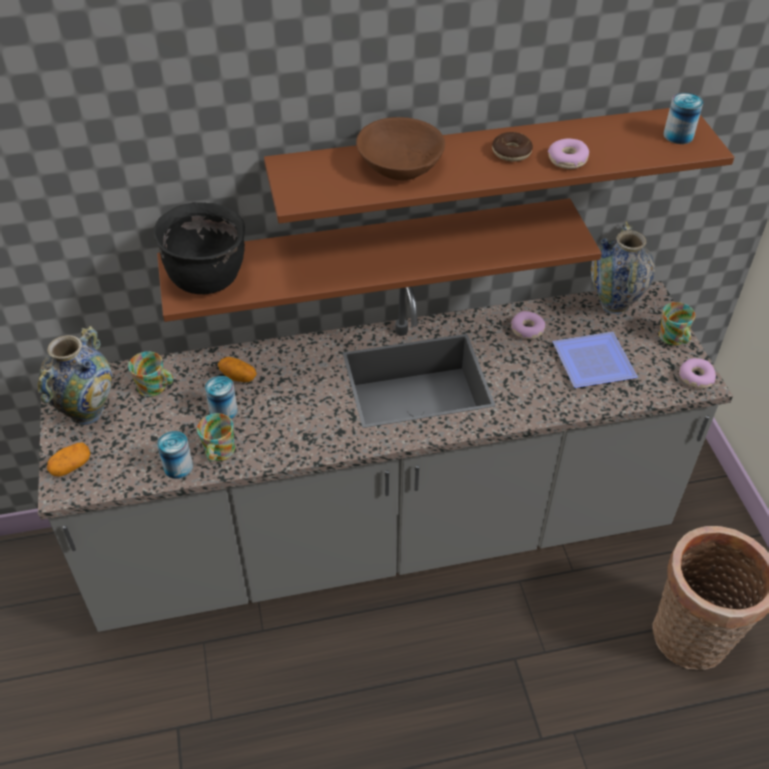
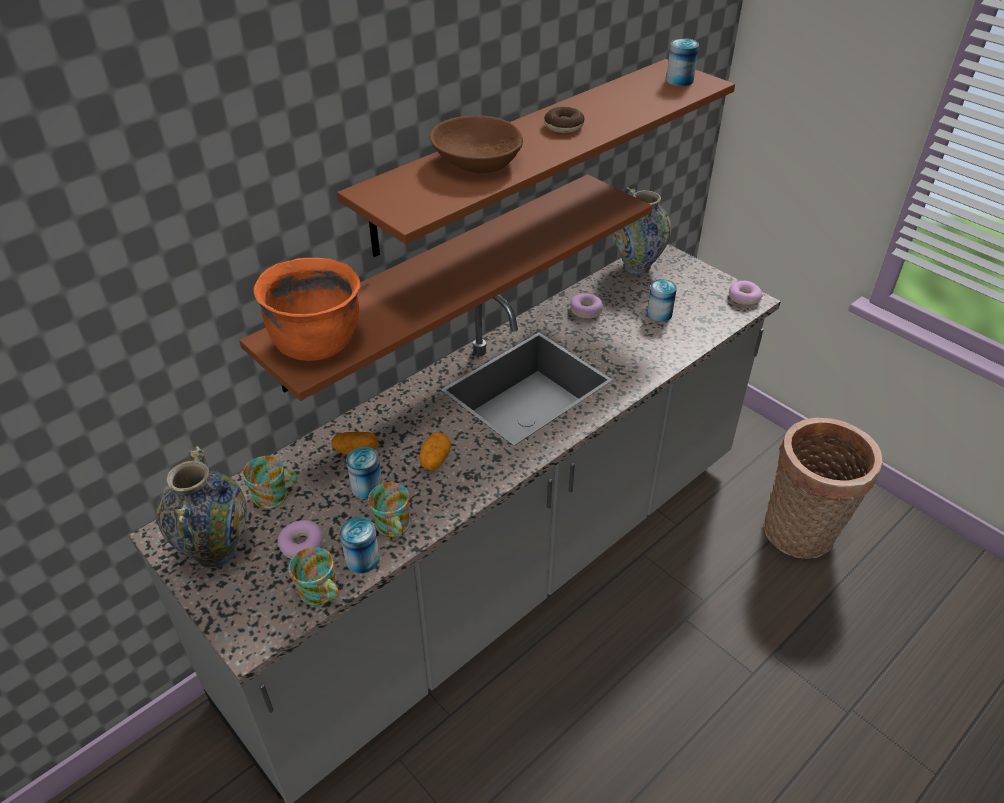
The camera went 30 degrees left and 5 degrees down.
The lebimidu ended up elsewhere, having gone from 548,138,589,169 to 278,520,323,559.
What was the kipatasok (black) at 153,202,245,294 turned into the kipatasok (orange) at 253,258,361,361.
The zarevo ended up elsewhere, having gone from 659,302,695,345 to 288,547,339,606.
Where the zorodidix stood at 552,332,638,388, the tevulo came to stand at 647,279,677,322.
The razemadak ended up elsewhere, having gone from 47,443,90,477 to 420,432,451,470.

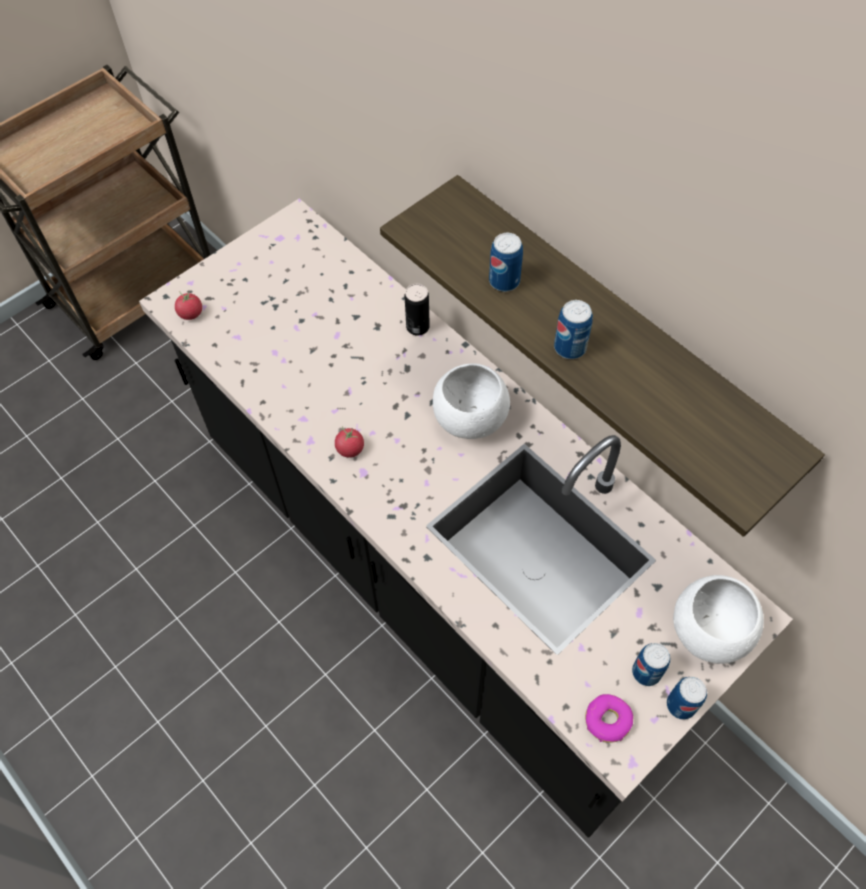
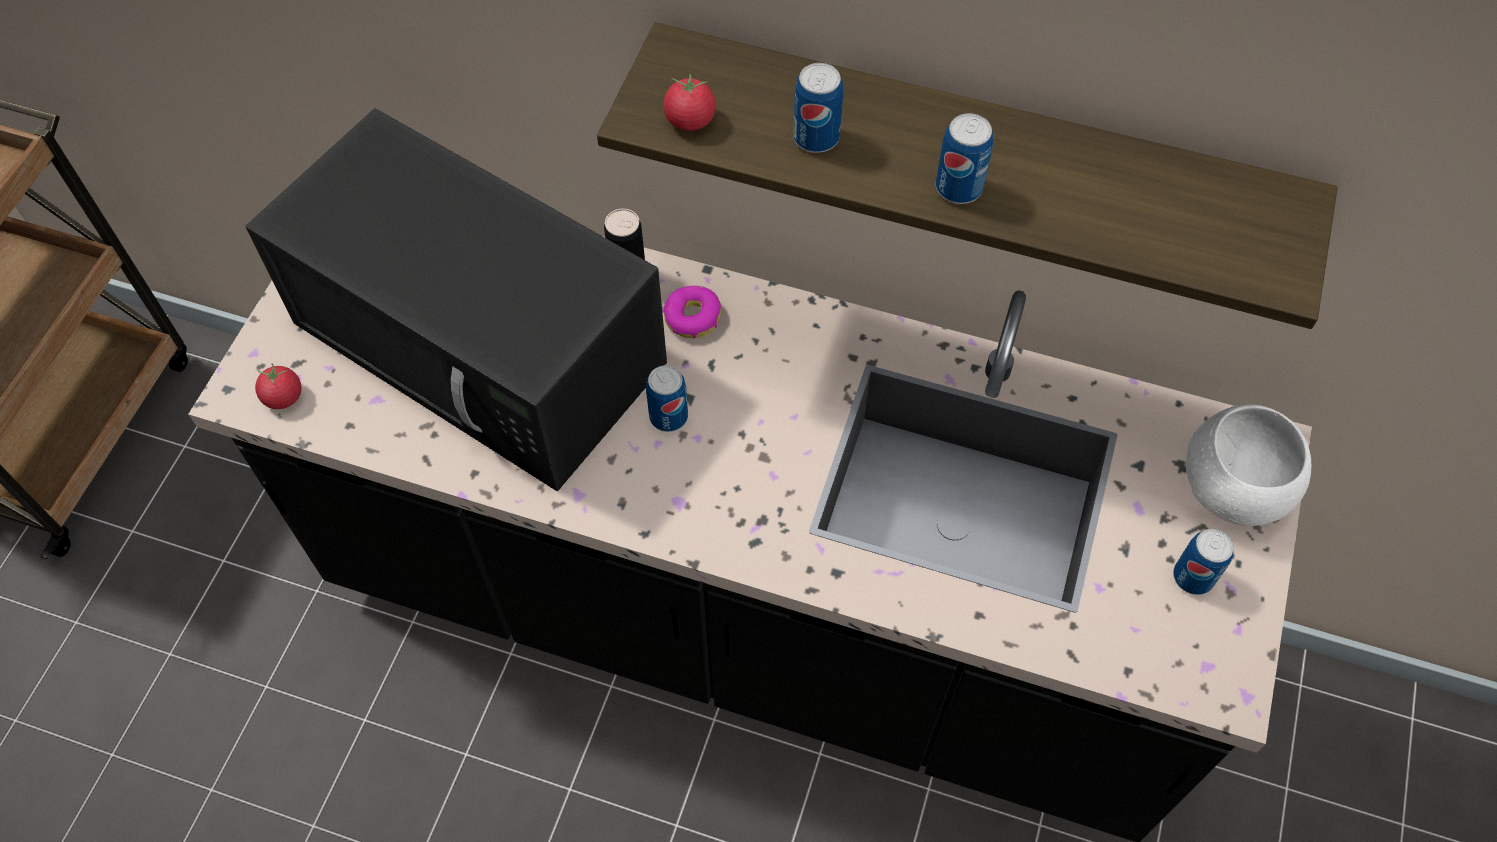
The camera went 30 degrees left and 0 degrees up.
The second view lost the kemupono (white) at 433,364,510,439.
The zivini ended up elsewhere, having gone from 335,426,364,458 to 663,71,716,131.
The tevulo ended up elsewhere, having gone from 667,677,707,720 to 646,365,688,432.
The lebimidu ended up elsewhere, having gone from 585,694,634,743 to 664,286,721,339.
The second view gained the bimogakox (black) at 245,108,667,491.

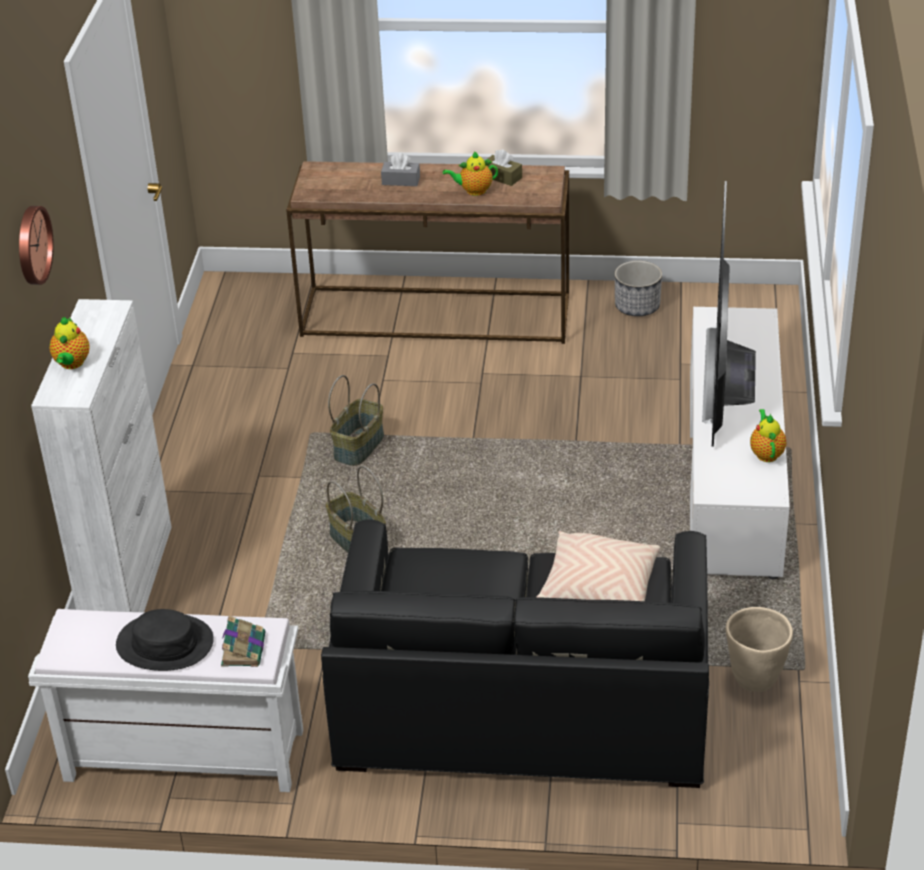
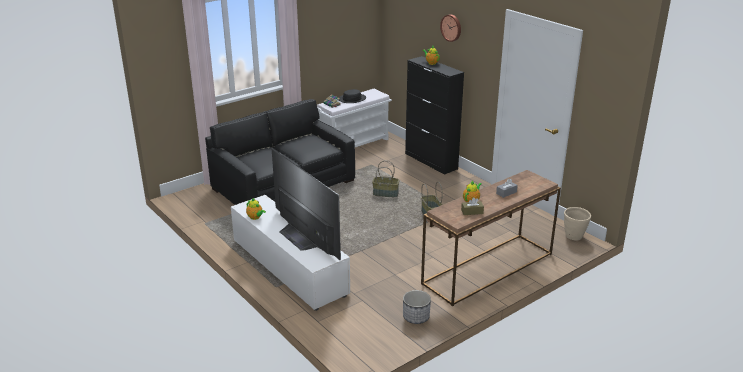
The camera went 135 degrees right and 10 degrees down.
What was the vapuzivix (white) at 31,299,172,612 turned into the vapuzivix (black) at 405,56,464,175.
The second view lost the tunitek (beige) at 537,531,660,601.
The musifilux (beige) ended up elsewhere, having gone from 726,607,793,692 to 564,207,591,241.

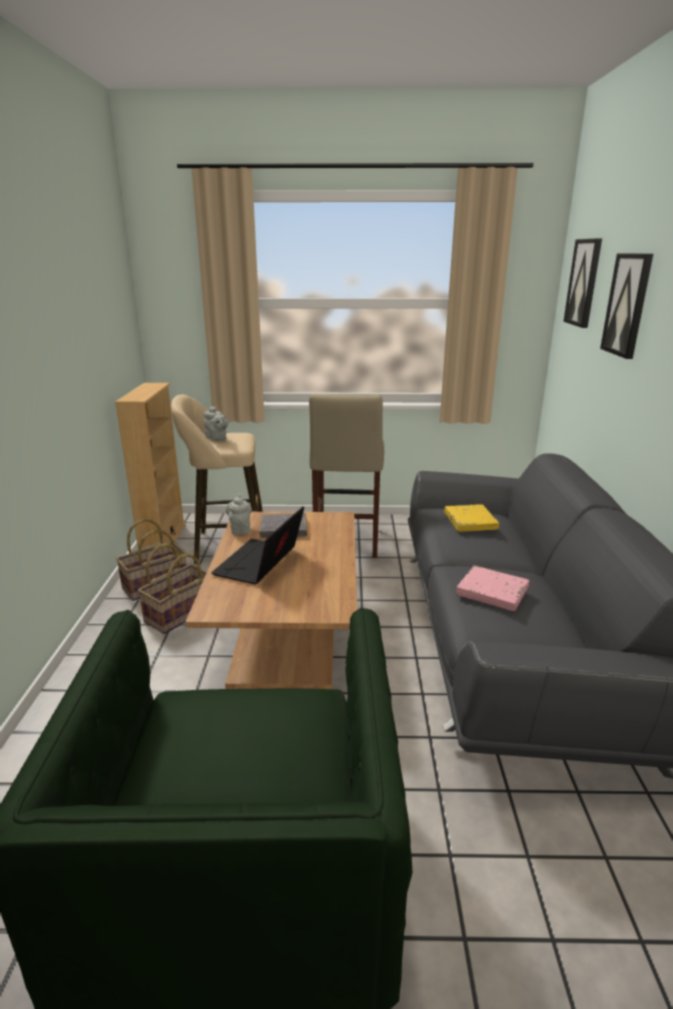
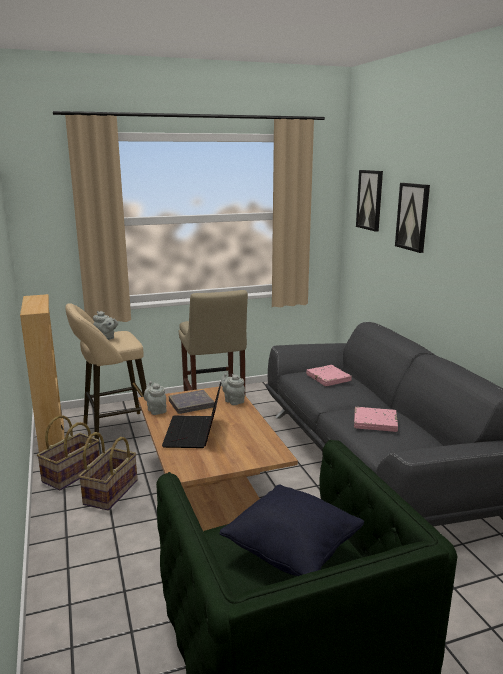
The camera went 20 degrees left and 5 degrees down.
What was the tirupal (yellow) at 444,504,499,532 turned into the tirupal (pink) at 306,365,352,386.
The second view gained the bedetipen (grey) at 221,373,245,405.
The second view gained the tunitek (black) at 219,484,364,576.

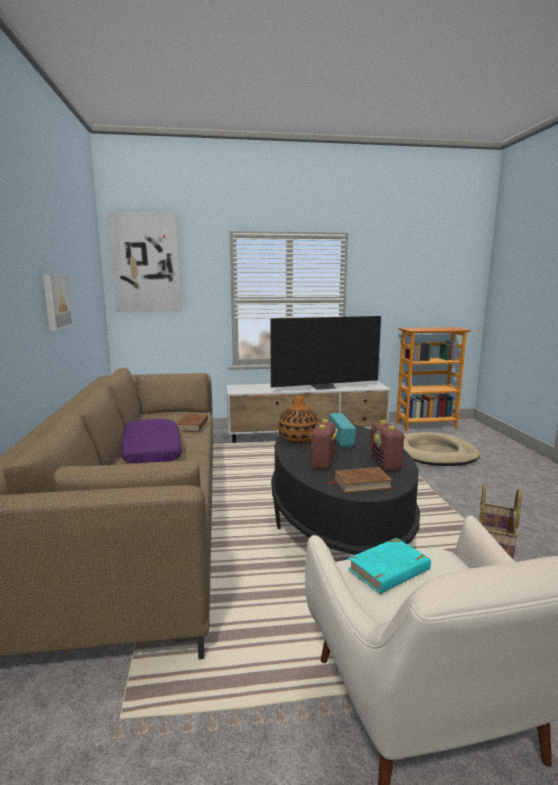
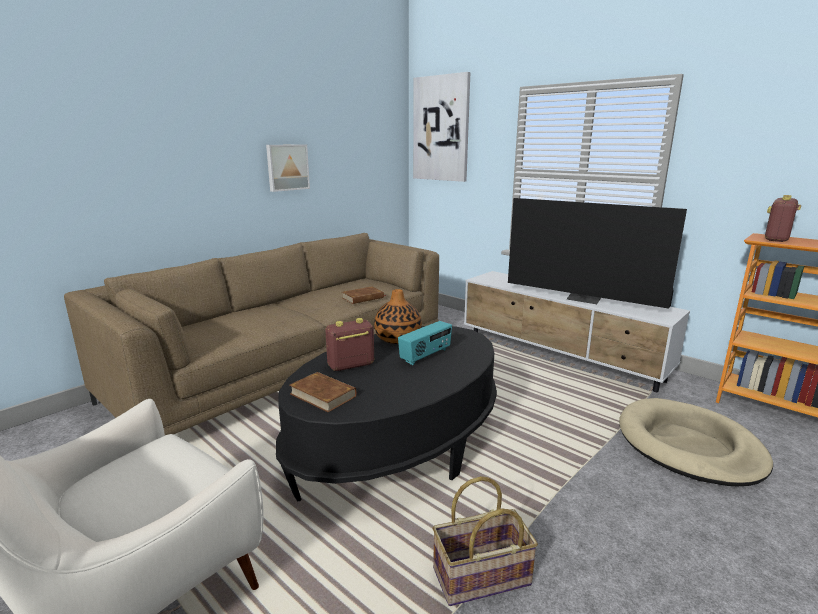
The camera went 50 degrees right and 5 degrees up.
The second view lost the tunitek (purple) at 121,419,182,463.
The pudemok ended up elsewhere, having gone from 370,420,406,471 to 765,195,801,242.
The second view lost the tirupal (turquoise) at 348,538,431,594.

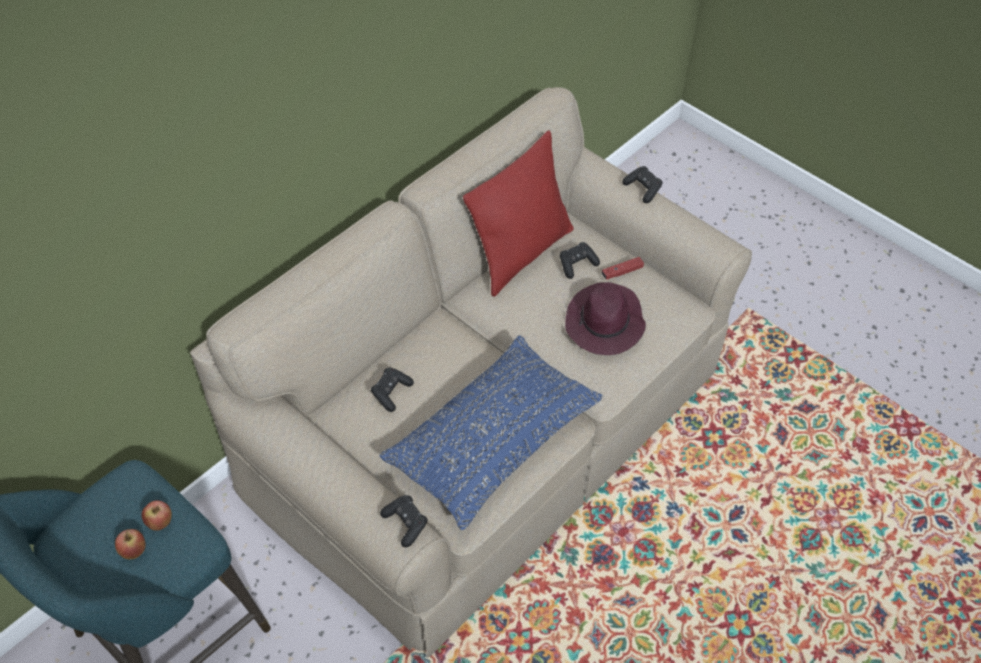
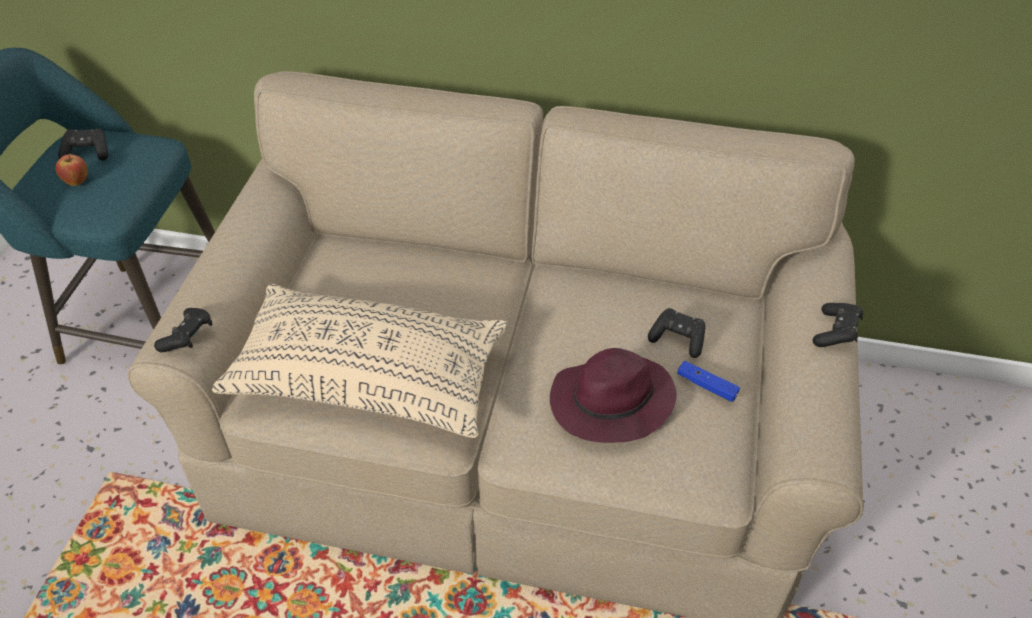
The camera went 60 degrees right and 5 degrees down.
The second view lost the tunitek (red) at 463,130,574,297.
What was the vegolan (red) at 602,257,644,280 turned into the vegolan (blue) at 677,361,740,402.
What was the tunitek (blue) at 380,336,602,530 turned into the tunitek (beige) at 212,284,508,438.
The vegolan (black) ended up elsewhere, having gone from 371,368,414,412 to 58,128,108,161.
The second view lost the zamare at 141,500,172,531.

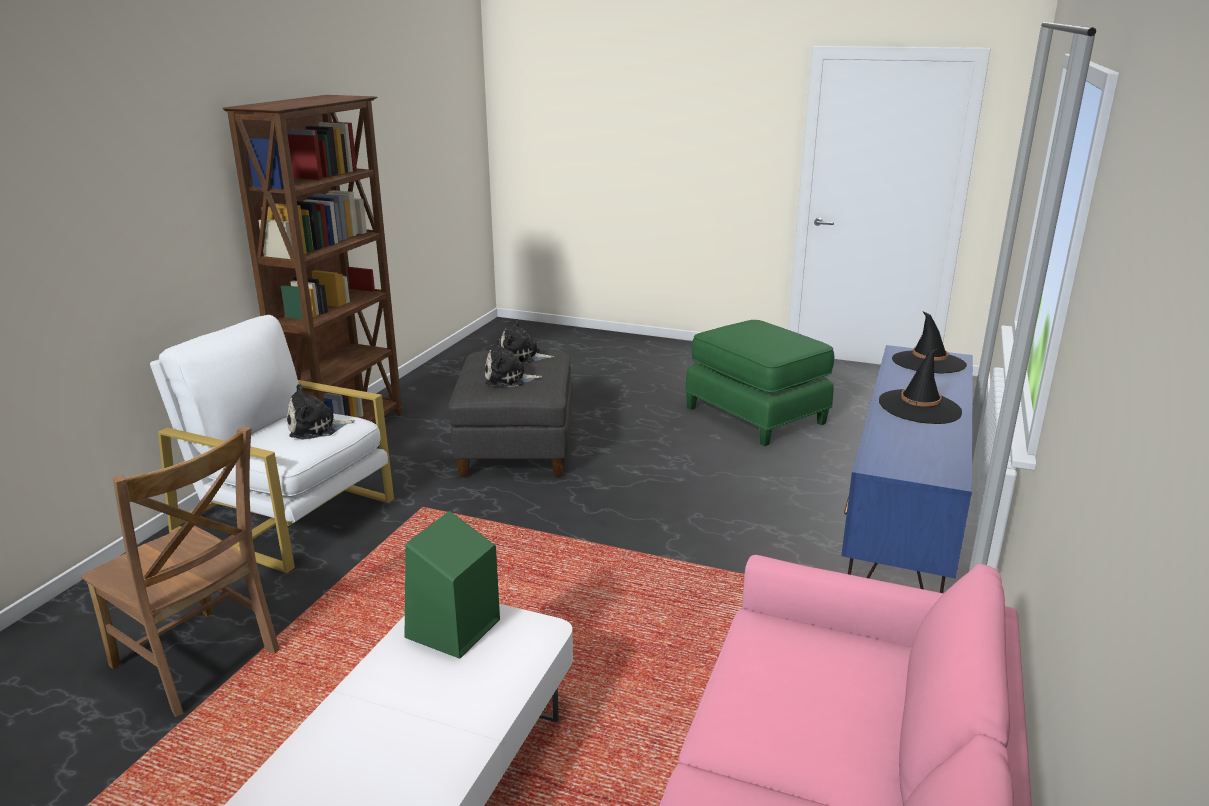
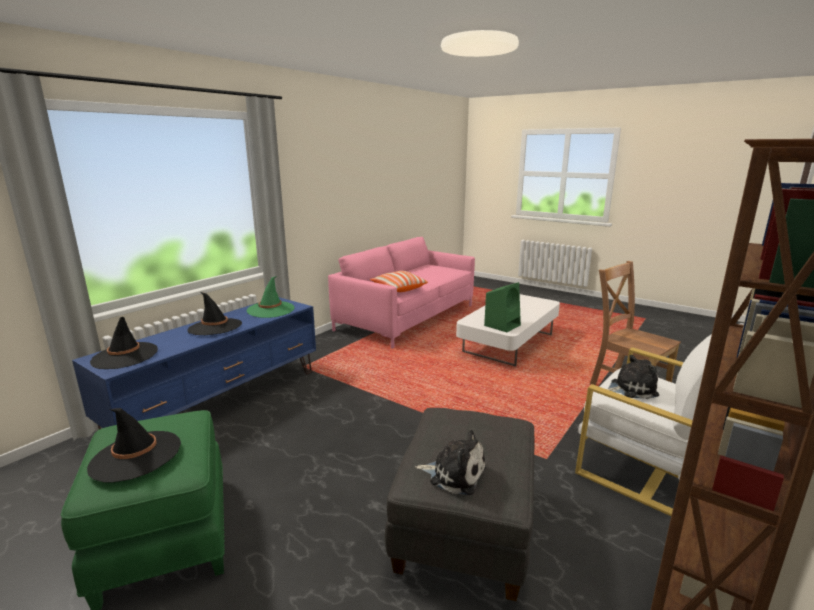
The camera went 165 degrees left and 5 degrees down.
The second view lost the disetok at 485,339,543,387.
The second view gained the tunitek at 370,271,428,292.
The second view gained the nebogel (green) at 247,276,295,318.
The second view gained the nebogel (black) at 87,408,181,483.

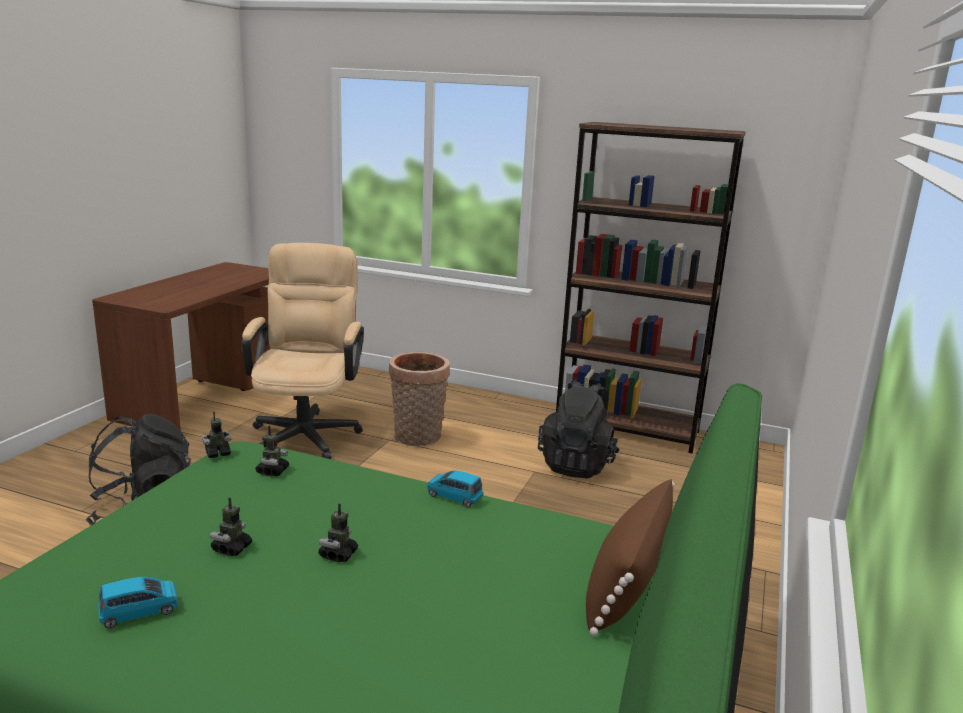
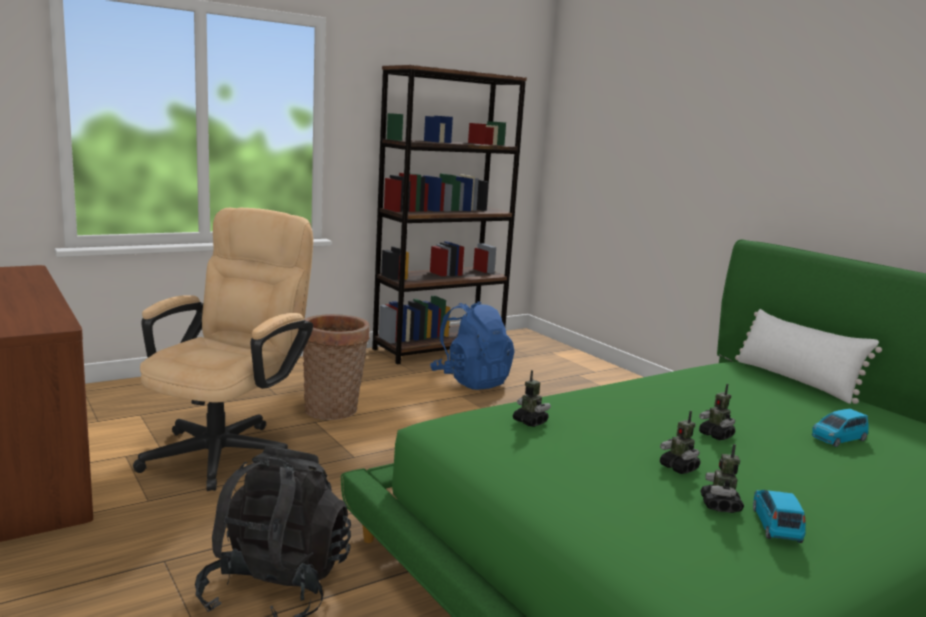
The camera went 55 degrees left and 5 degrees down.
The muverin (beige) at 242,243,364,459 ended up facing another way, 75 degrees clockwise from before.
What was the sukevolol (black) at 538,380,620,479 turned into the sukevolol (blue) at 430,301,515,390.
The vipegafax ended up elsewhere, having gone from 202,411,231,458 to 700,444,744,513.
The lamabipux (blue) ended up elsewhere, having gone from 427,470,483,508 to 812,409,869,447.
What was the tunitek (brown) at 586,479,675,637 turned into the tunitek (white) at 735,309,882,404.

